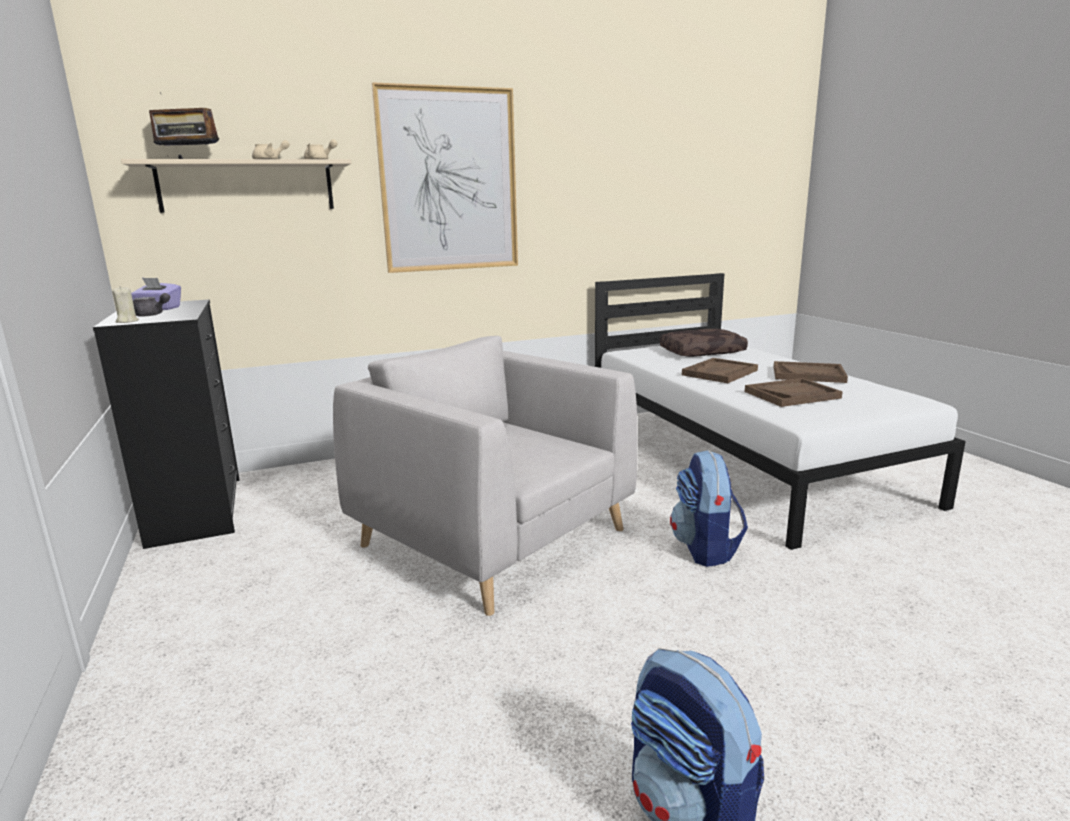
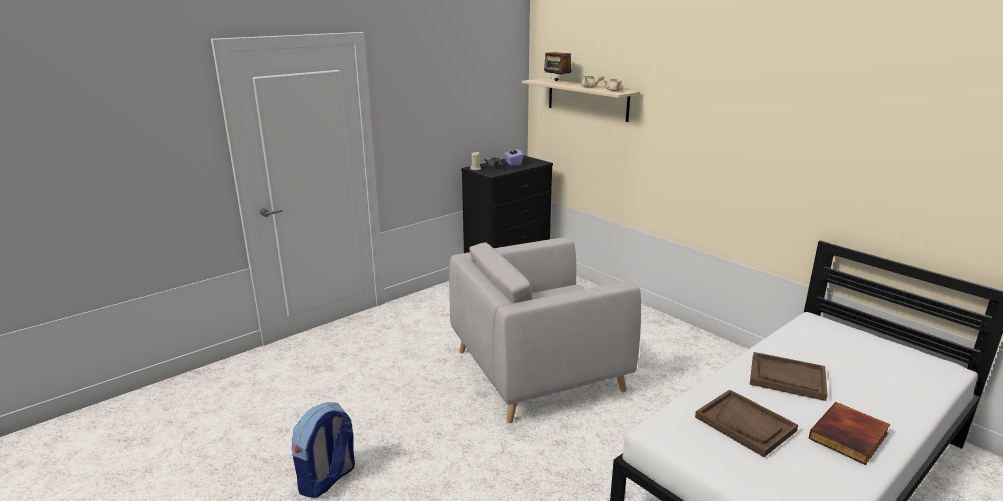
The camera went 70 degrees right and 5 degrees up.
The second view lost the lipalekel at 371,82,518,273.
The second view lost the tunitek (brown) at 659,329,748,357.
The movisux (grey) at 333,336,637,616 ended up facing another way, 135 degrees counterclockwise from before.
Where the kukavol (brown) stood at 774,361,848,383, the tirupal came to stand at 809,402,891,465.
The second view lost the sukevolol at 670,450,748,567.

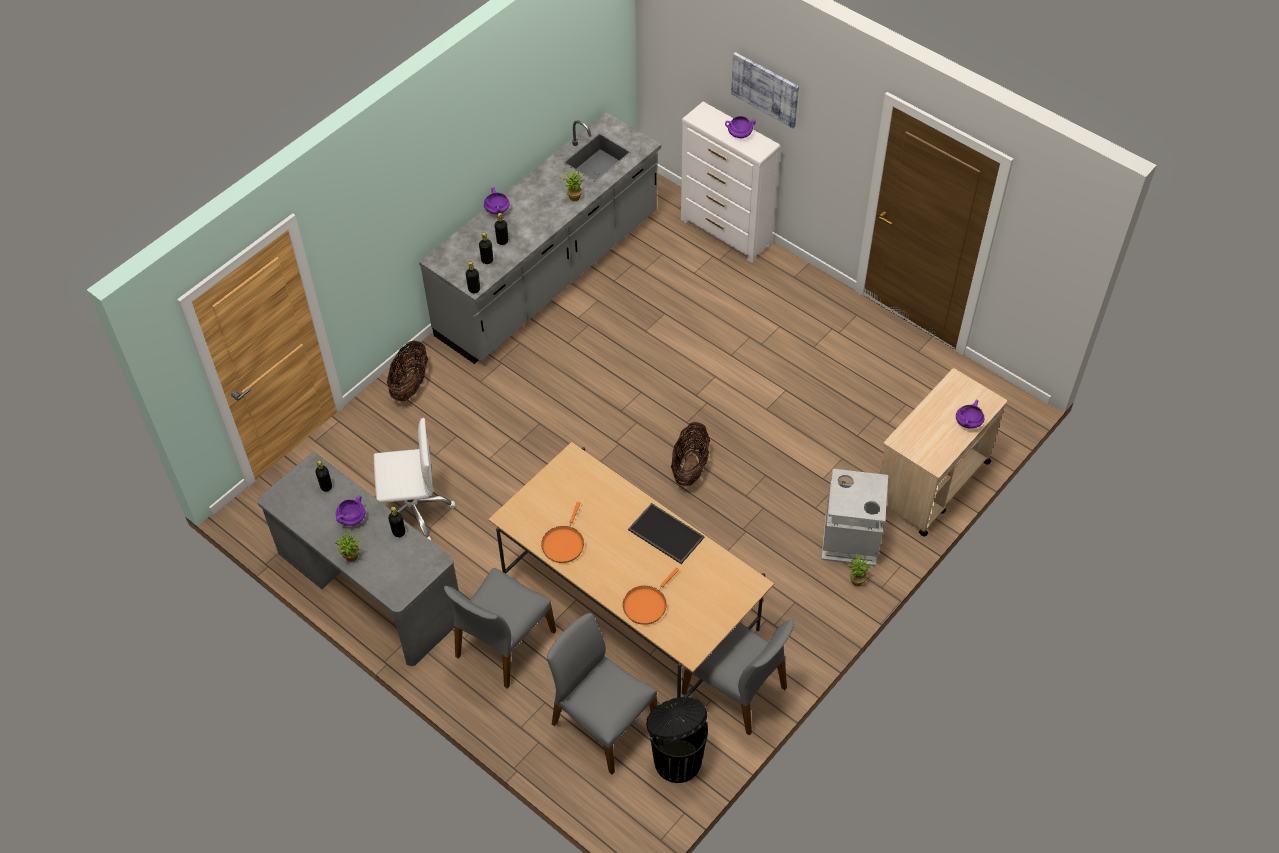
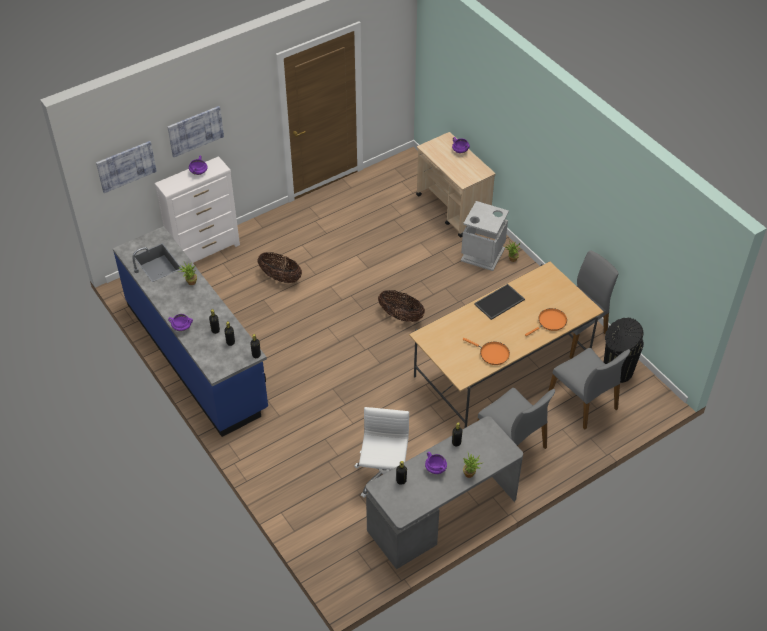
The camera went 75 degrees left and 5 degrees down.
What was the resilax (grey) at 419,112,661,364 turned into the resilax (blue) at 113,226,268,437.
The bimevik ended up elsewhere, having gone from 387,341,428,402 to 257,252,302,283.
The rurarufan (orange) at 623,567,679,625 ended up facing another way, 90 degrees counterclockwise from before.
The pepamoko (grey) at 547,613,657,774 ended up facing another way, 90 degrees counterclockwise from before.
The second view gained the lipalekel at 96,141,157,193.

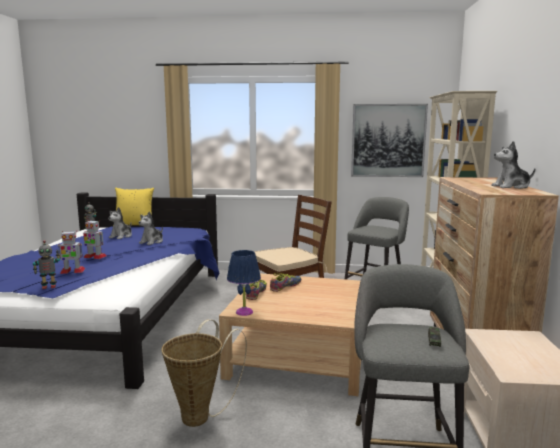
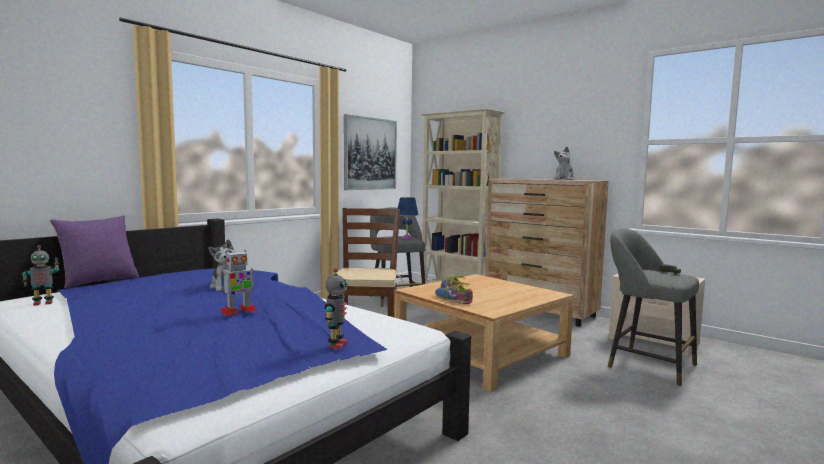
The camera went 55 degrees left and 5 degrees down.
What was the tunitek (yellow) at 113,188,154,225 turned into the tunitek (purple) at 50,215,139,289.
The second view lost the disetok at 108,207,132,239.
The second view lost the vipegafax at 58,231,85,274.
The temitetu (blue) ended up elsewhere, having gone from 227,250,261,316 to 398,197,418,239.
The second view lost the bimevik at 161,319,247,427.

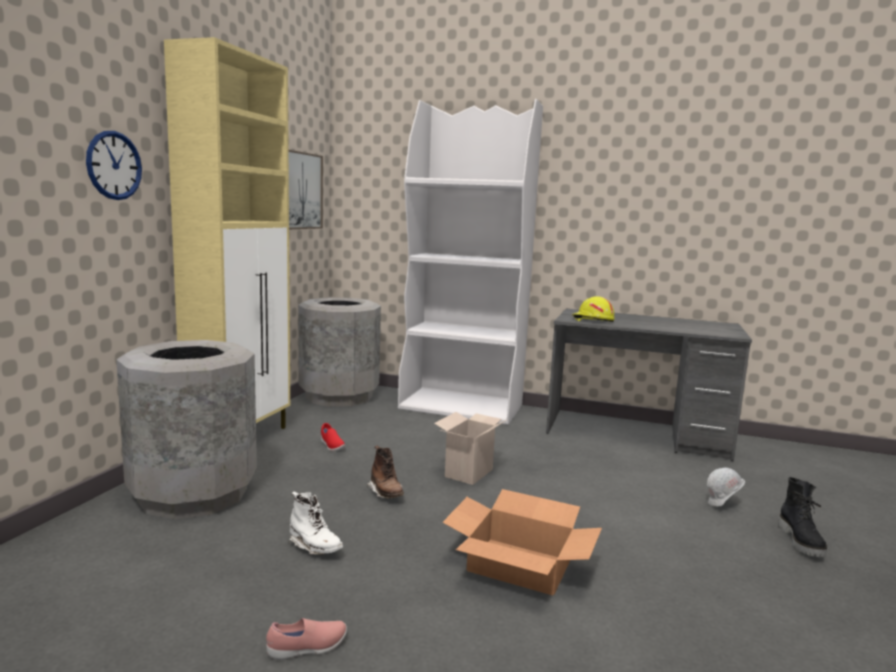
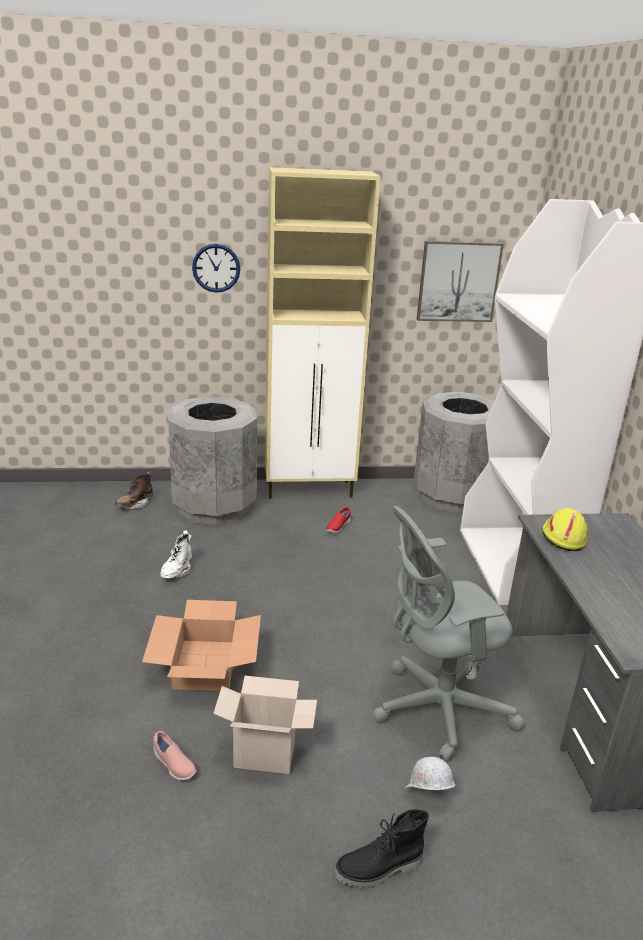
The camera went 65 degrees right and 15 degrees up.
The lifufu ended up elsewhere, having gone from 434,412,506,485 to 213,676,317,774.
The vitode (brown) ended up elsewhere, having gone from 367,446,404,499 to 114,471,153,509.
The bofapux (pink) ended up elsewhere, having gone from 266,618,347,660 to 153,731,197,781.
The second view gained the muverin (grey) at 373,506,525,762.

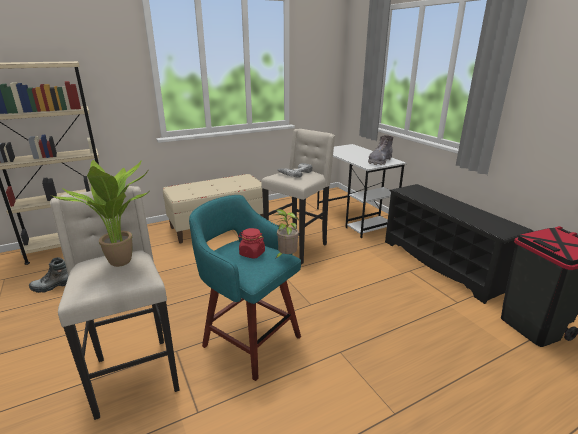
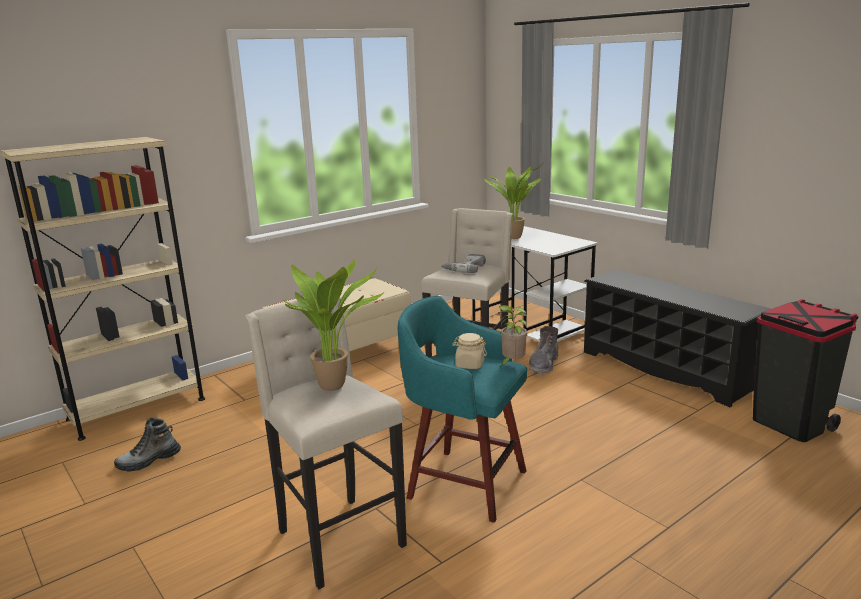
The camera went 10 degrees left and 5 degrees down.
The vitode (grey) ended up elsewhere, having gone from 368,135,393,165 to 528,326,558,375.
What was the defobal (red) at 238,228,265,259 turned into the defobal (beige) at 452,333,487,369.
The second view gained the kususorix at 484,161,545,239.

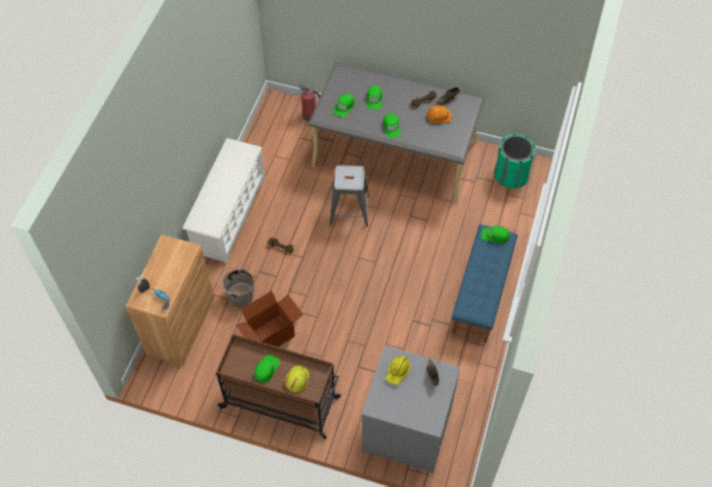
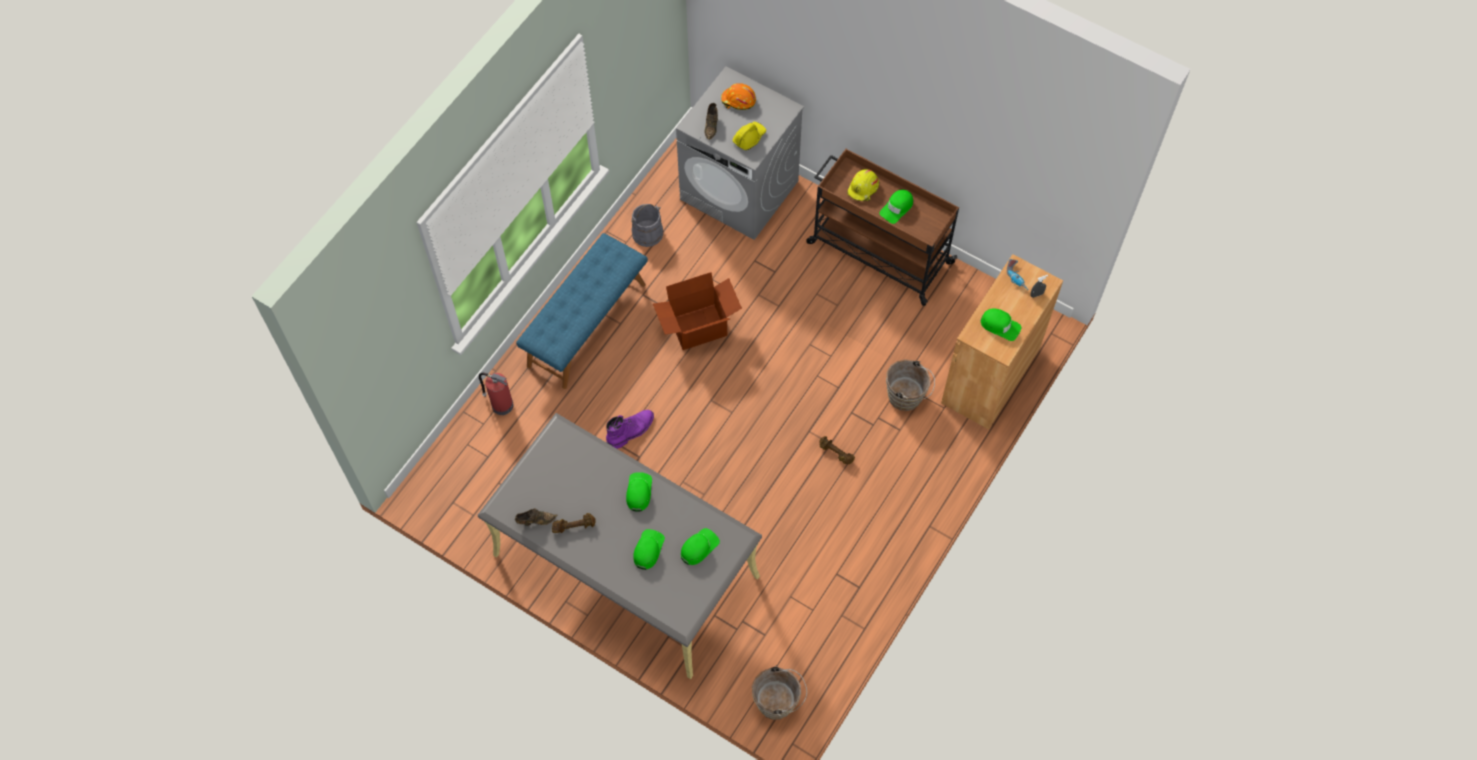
The camera went 165 degrees left and 5 degrees up.
The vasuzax ended up elsewhere, having gone from 299,85,320,121 to 479,372,513,415.
The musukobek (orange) ended up elsewhere, having gone from 427,105,452,124 to 721,83,756,110.
The second view lost the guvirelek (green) at 494,134,536,189.
The second view lost the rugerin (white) at 182,138,265,264.
The second view lost the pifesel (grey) at 330,165,369,227.
The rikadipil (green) ended up elsewhere, having gone from 481,226,510,243 to 980,308,1021,341.
The lifufu ended up elsewhere, having gone from 236,291,304,347 to 653,272,742,350.
The second view gained the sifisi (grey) at 631,204,663,247.
The second view gained the vitode (purple) at 606,410,654,449.
The second view gained the sifisi (brown) at 752,665,807,720.

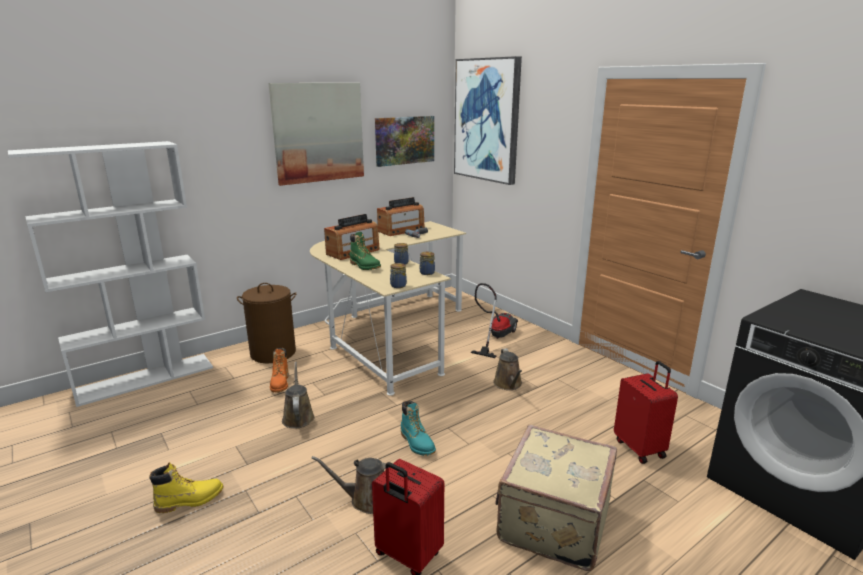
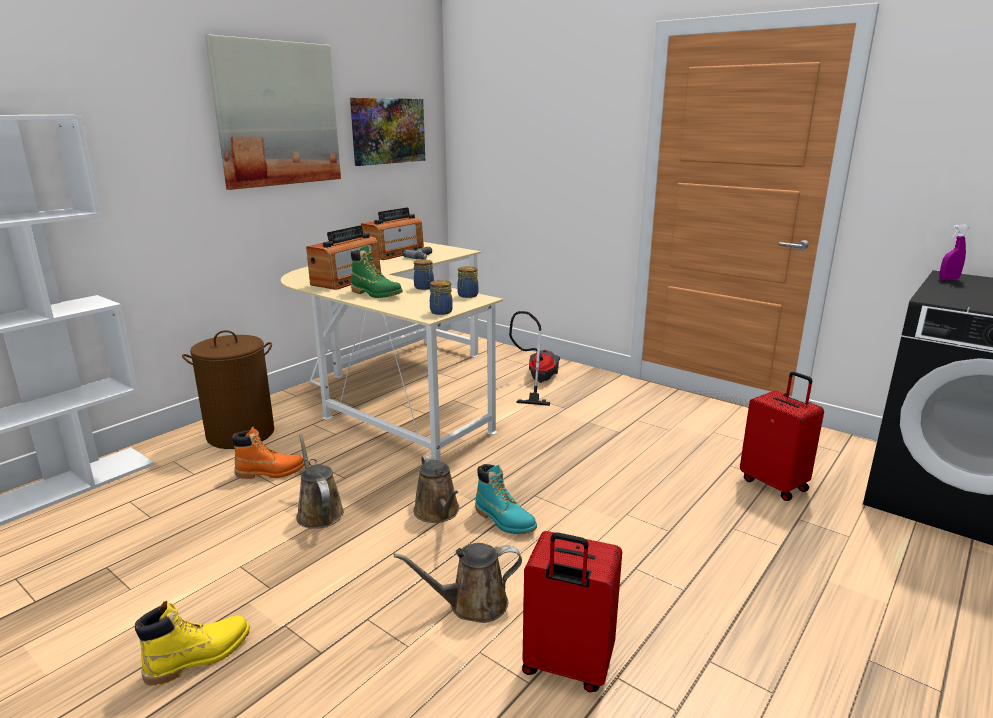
The camera went 15 degrees left and 0 degrees up.
The second view lost the lipalekel at 454,56,522,185.
The vitode (orange) at 270,348,289,393 ended up facing another way, 75 degrees counterclockwise from before.
The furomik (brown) ended up elsewhere, having gone from 494,348,522,390 to 414,454,459,523.
The second view lost the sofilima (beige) at 495,425,617,571.
The second view gained the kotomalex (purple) at 939,225,969,281.

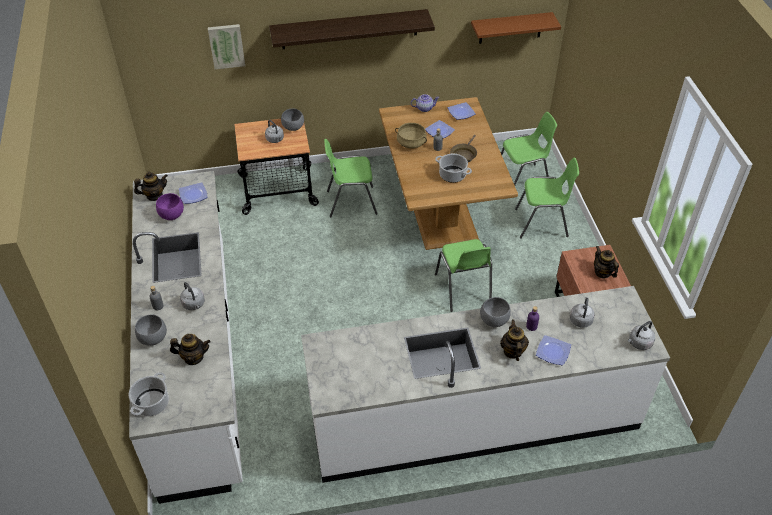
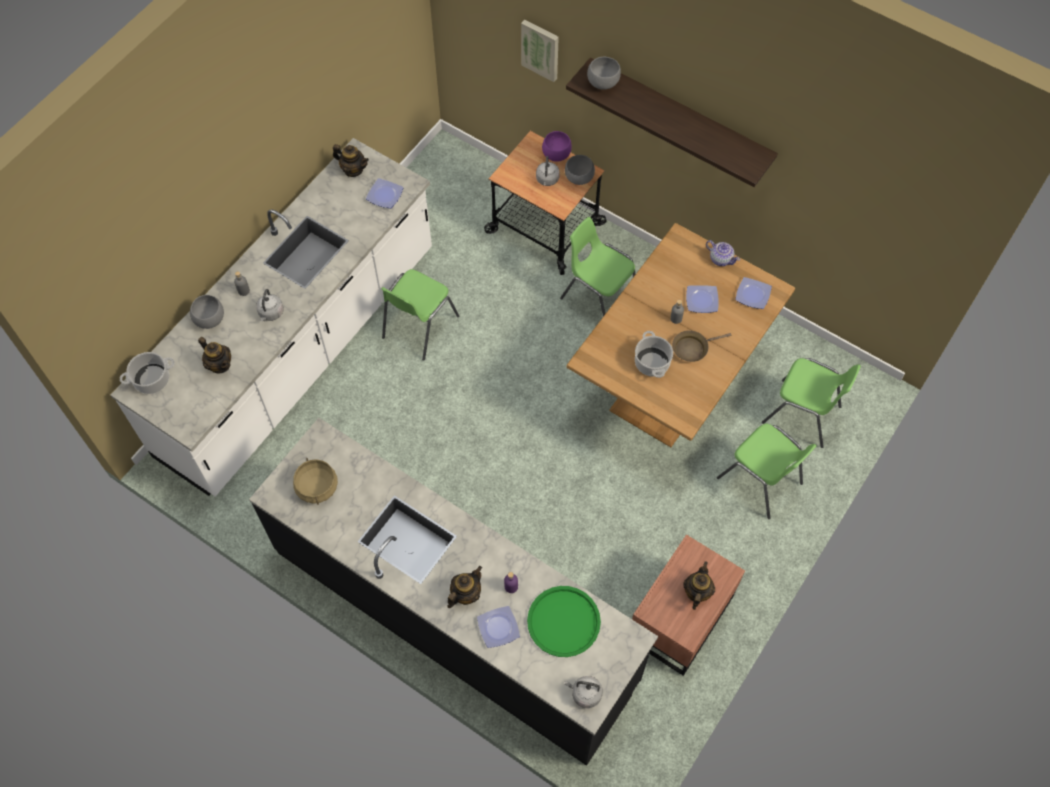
The camera went 45 degrees right and 15 degrees up.
The second view lost the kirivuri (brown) at 471,12,561,44.
The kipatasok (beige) ended up elsewhere, having gone from 395,123,427,148 to 293,458,338,505.
The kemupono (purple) ended up elsewhere, having gone from 156,193,184,220 to 542,131,572,162.
The pepamoko (green) ended up elsewhere, having gone from 435,239,492,312 to 381,269,459,361.
What was the resilax (white) at 301,286,670,483 turned into the resilax (black) at 249,418,658,766.
The kemupono (grey) ended up elsewhere, having gone from 480,297,511,327 to 587,57,621,90.
Where the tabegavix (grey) stood at 570,297,595,328, the kukavol (green) came to stand at 527,586,601,657.

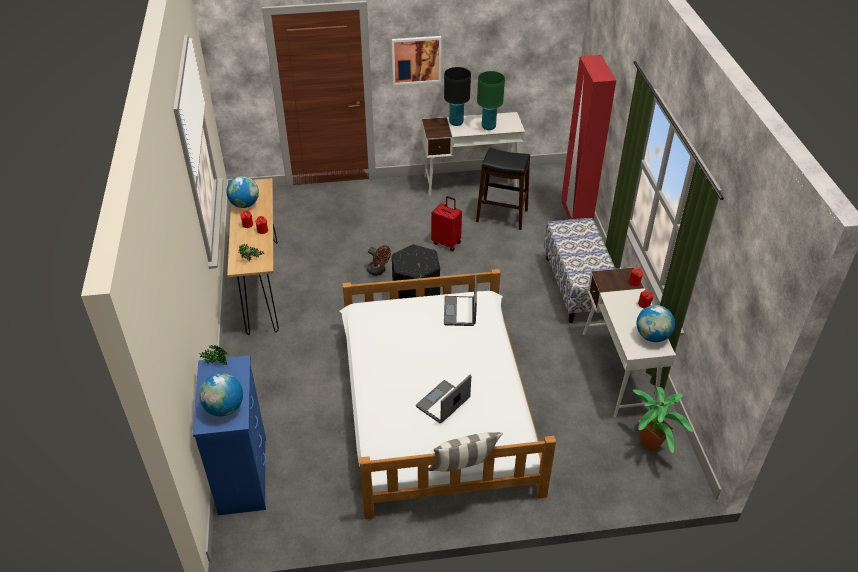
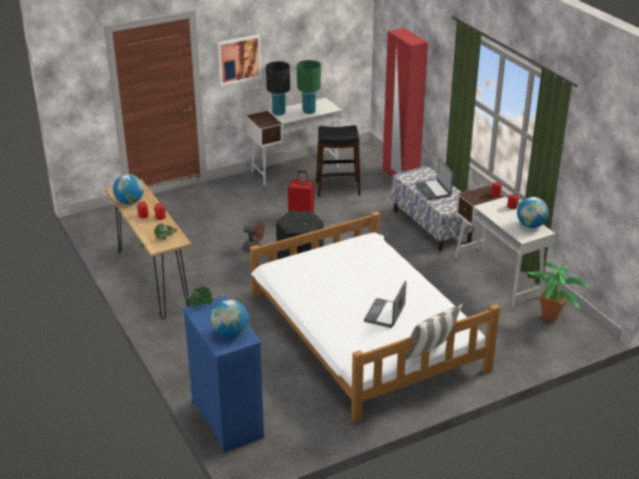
The camera went 20 degrees left and 10 degrees down.
The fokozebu ended up elsewhere, having gone from 444,275,477,326 to 415,158,453,200.

